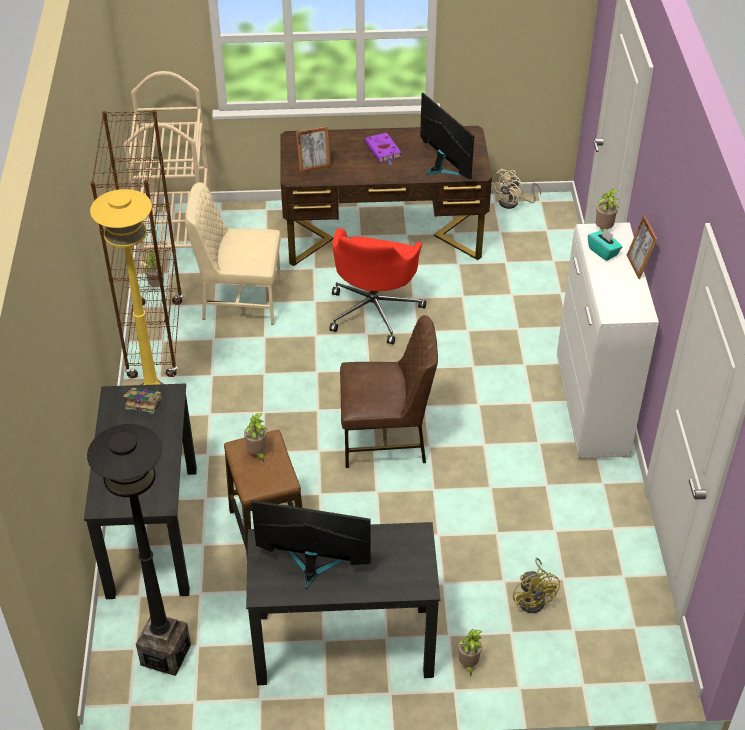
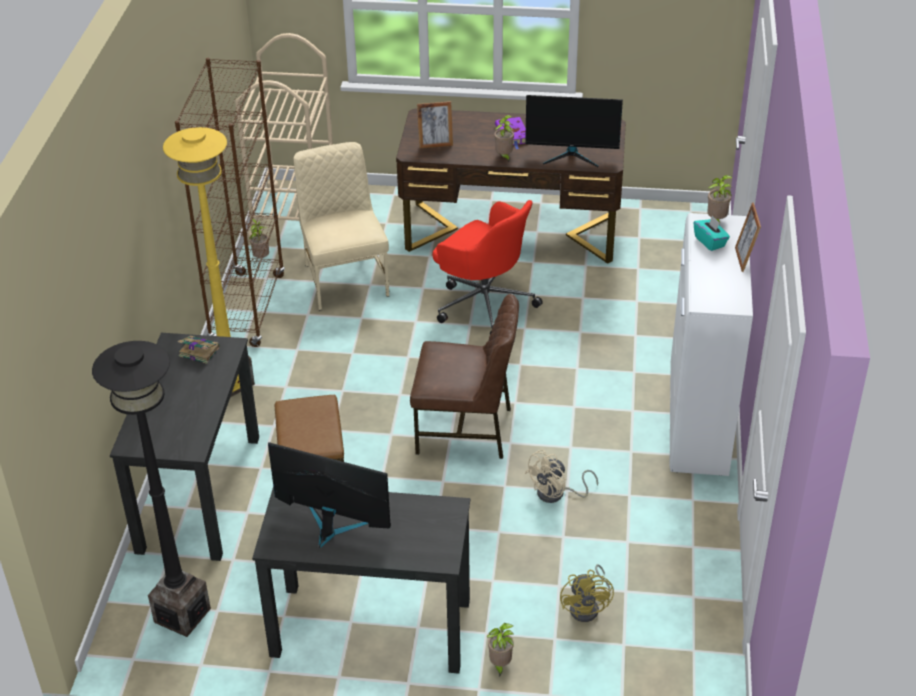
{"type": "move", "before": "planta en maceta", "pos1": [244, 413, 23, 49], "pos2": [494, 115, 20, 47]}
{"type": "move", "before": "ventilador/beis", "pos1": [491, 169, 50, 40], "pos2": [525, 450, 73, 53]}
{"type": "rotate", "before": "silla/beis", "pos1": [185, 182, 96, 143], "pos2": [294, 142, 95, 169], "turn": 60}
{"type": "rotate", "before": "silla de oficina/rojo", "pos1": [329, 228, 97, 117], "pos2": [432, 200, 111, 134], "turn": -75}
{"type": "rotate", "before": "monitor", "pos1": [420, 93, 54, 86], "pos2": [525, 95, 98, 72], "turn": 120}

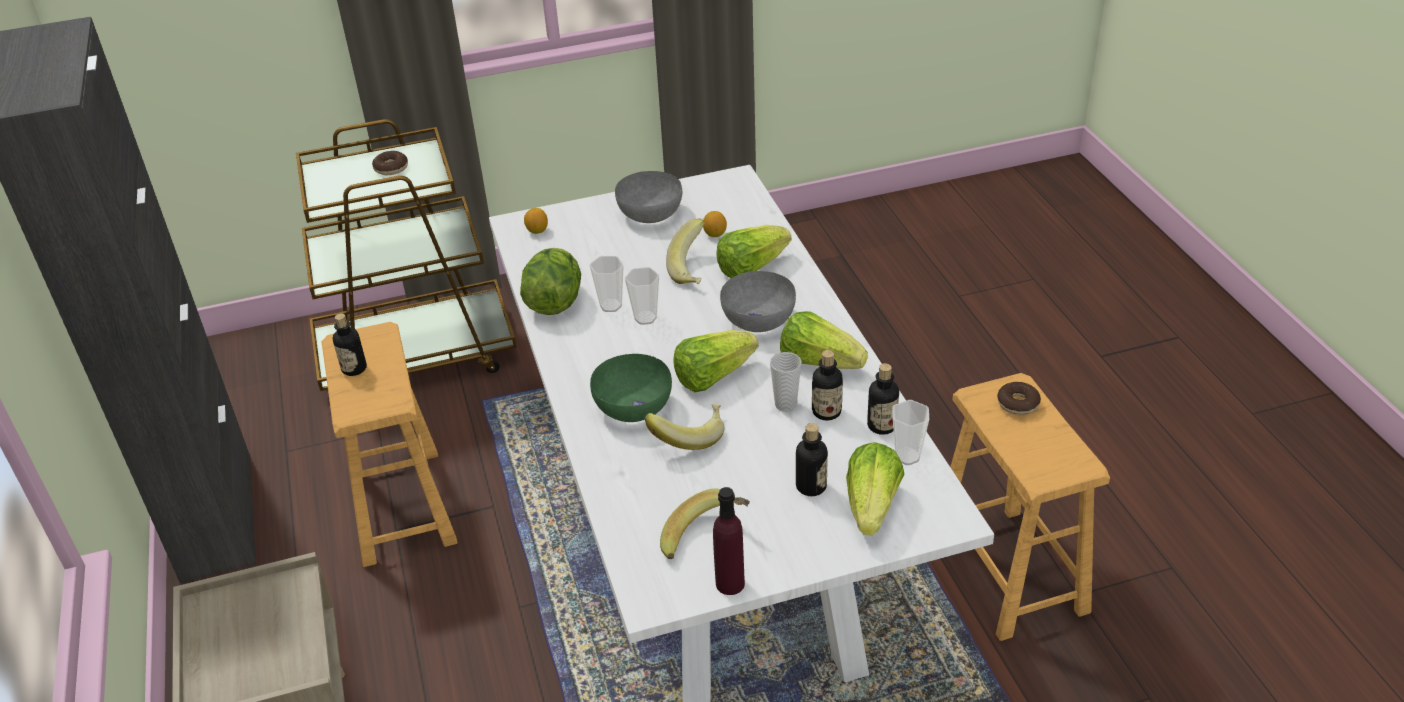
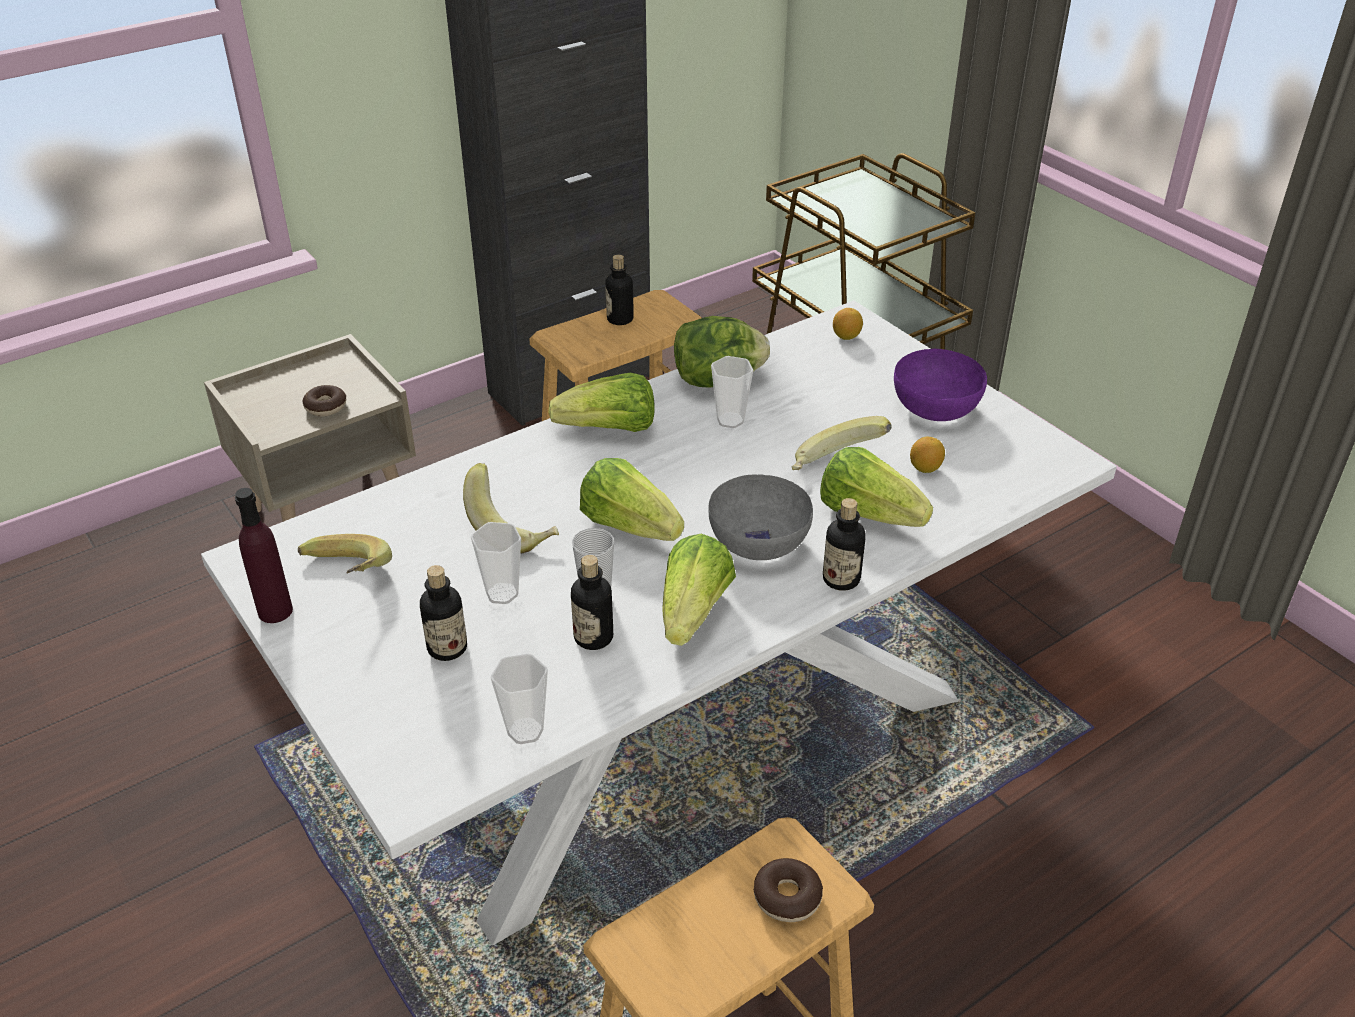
{"type": "delete", "before": "cuenco/verde", "pos1": [590, 354, 82, 68]}
{"type": "move", "before": "rosquilla", "pos1": [372, 151, 36, 24], "pos2": [302, 385, 44, 32]}
{"type": "move", "before": "taza", "pos1": [625, 267, 34, 58], "pos2": [471, 522, 50, 82]}
{"type": "move", "before": "lechuga", "pos1": [846, 442, 58, 93], "pos2": [548, 373, 107, 59]}
{"type": "move", "before": "botella", "pos1": [867, 363, 32, 72], "pos2": [823, 498, 43, 93]}
{"type": "recolor", "before": "cuenco/gris", "after": "cuenco/morado", "pos1": [615, 171, 67, 52], "pos2": [894, 349, 93, 72]}

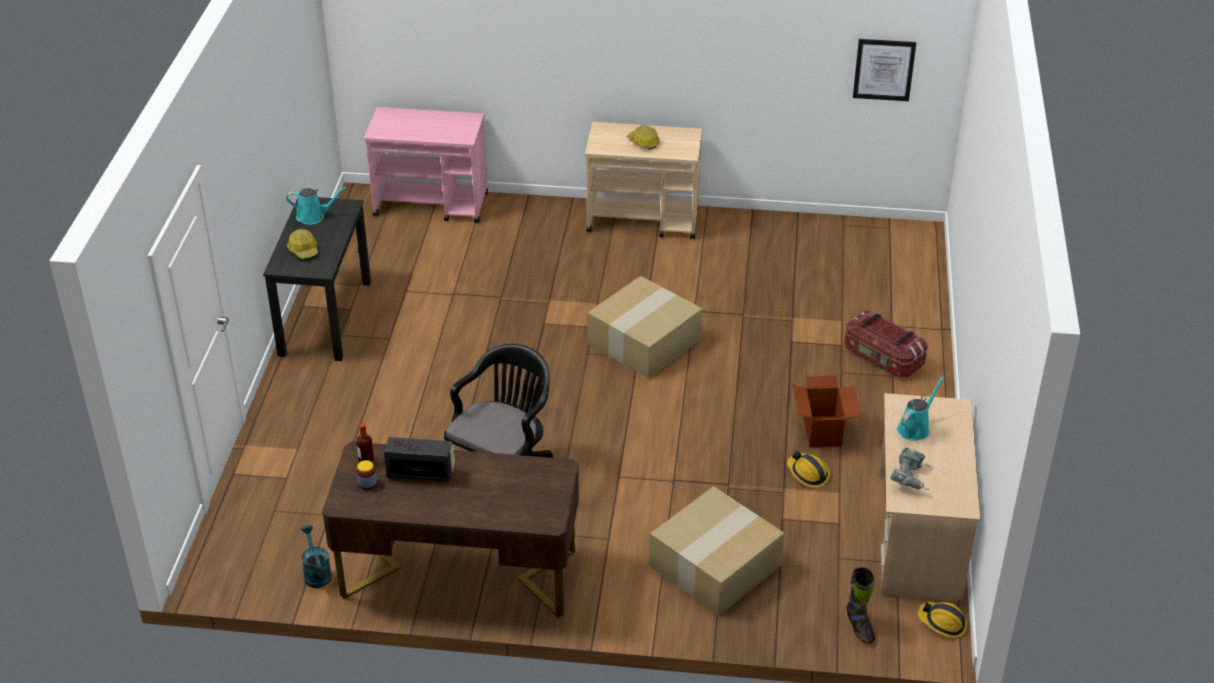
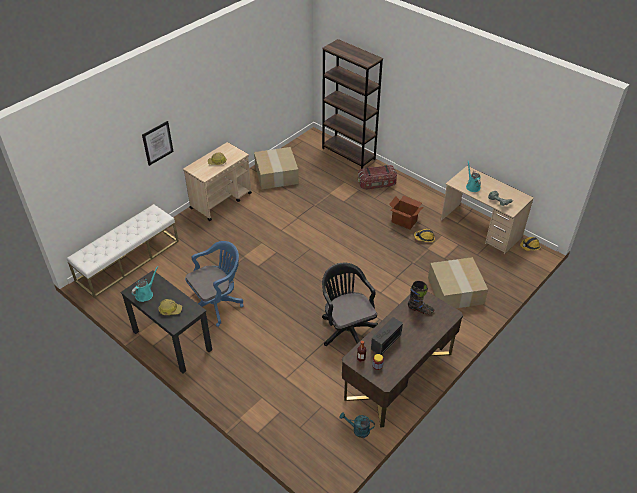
{"type": "insert", "after": "silla de oficina/azul", "pos2": [185, 241, 59, 86]}
{"type": "insert", "after": "estantería/marrón", "pos2": [322, 39, 61, 130]}
{"type": "move", "before": "caja de cartón", "pos1": [587, 276, 115, 102], "pos2": [254, 147, 45, 42]}
{"type": "move", "before": "bota/negro", "pos1": [847, 567, 28, 77], "pos2": [408, 281, 26, 33]}
{"type": "move", "before": "cuadro", "pos1": [853, 39, 63, 62], "pos2": [142, 121, 32, 45]}
{"type": "replace", "before": "carrito/rosa", "after": "banco/blanco", "pos1": [364, 107, 124, 116], "pos2": [67, 204, 112, 94]}

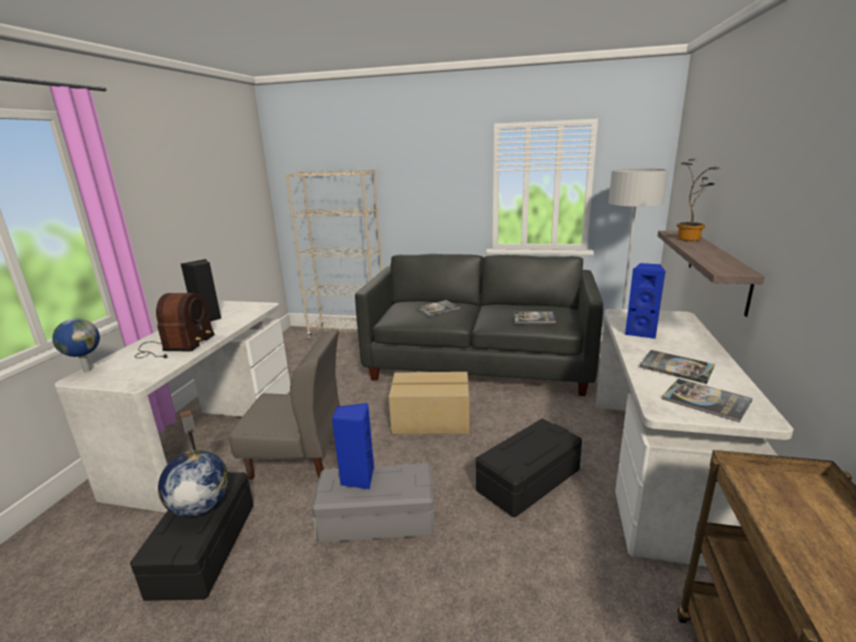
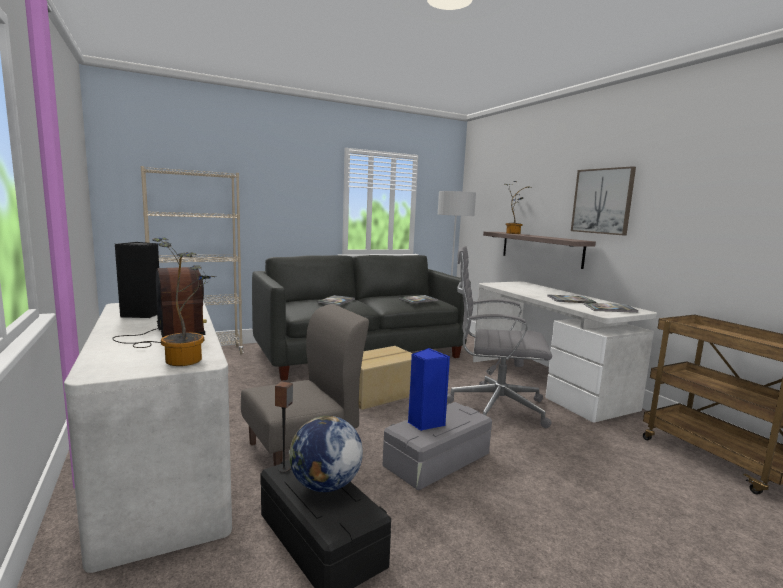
{"type": "delete", "before": "globo terráqueo", "pos1": [52, 319, 48, 53]}
{"type": "delete", "before": "altavoz/azul", "pos1": [625, 263, 41, 76]}
{"type": "insert", "after": "planta en maceta", "pos2": [152, 237, 65, 129]}
{"type": "insert", "after": "cuadro", "pos2": [571, 166, 65, 70]}
{"type": "replace", "before": "caja de almacenaje/negro", "after": "silla de oficina/gris", "pos1": [476, 418, 106, 99], "pos2": [447, 246, 105, 182]}

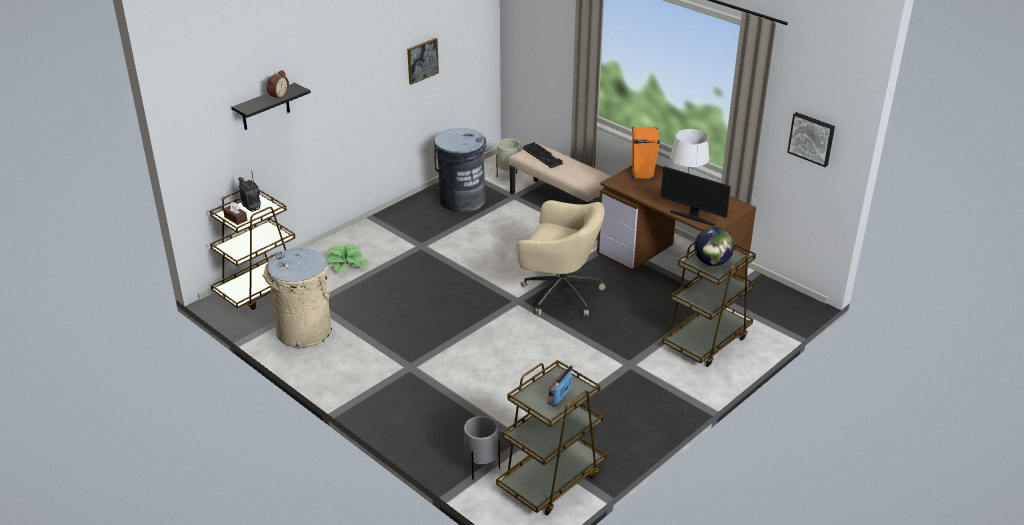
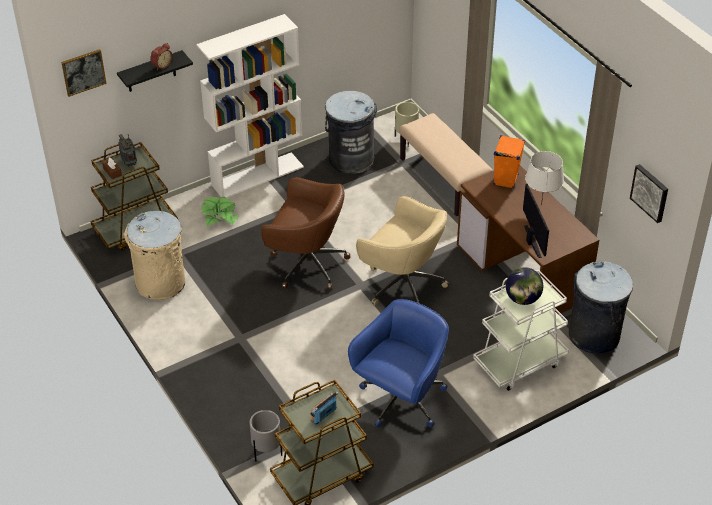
{"type": "delete", "before": "teclado", "pos1": [523, 142, 40, 26]}
{"type": "insert", "after": "estantería/blanco", "pos2": [196, 14, 108, 184]}
{"type": "insert", "after": "silla de oficina/marrón", "pos2": [261, 177, 89, 112]}
{"type": "insert", "after": "silla de oficina/azul", "pos2": [348, 299, 101, 128]}
{"type": "insert", "after": "papelera/gris", "pos2": [568, 261, 65, 93]}
{"type": "move", "before": "cuadro", "pos1": [407, 38, 32, 47], "pos2": [61, 49, 45, 48]}
{"type": "recolor", "before": "carrito/marrón", "after": "carrito/blanco", "pos1": [662, 242, 94, 125], "pos2": [473, 269, 96, 122]}
{"type": "rotate", "before": "monitor", "pos1": [661, 166, 70, 60], "pos2": [523, 184, 26, 74], "turn": -150}

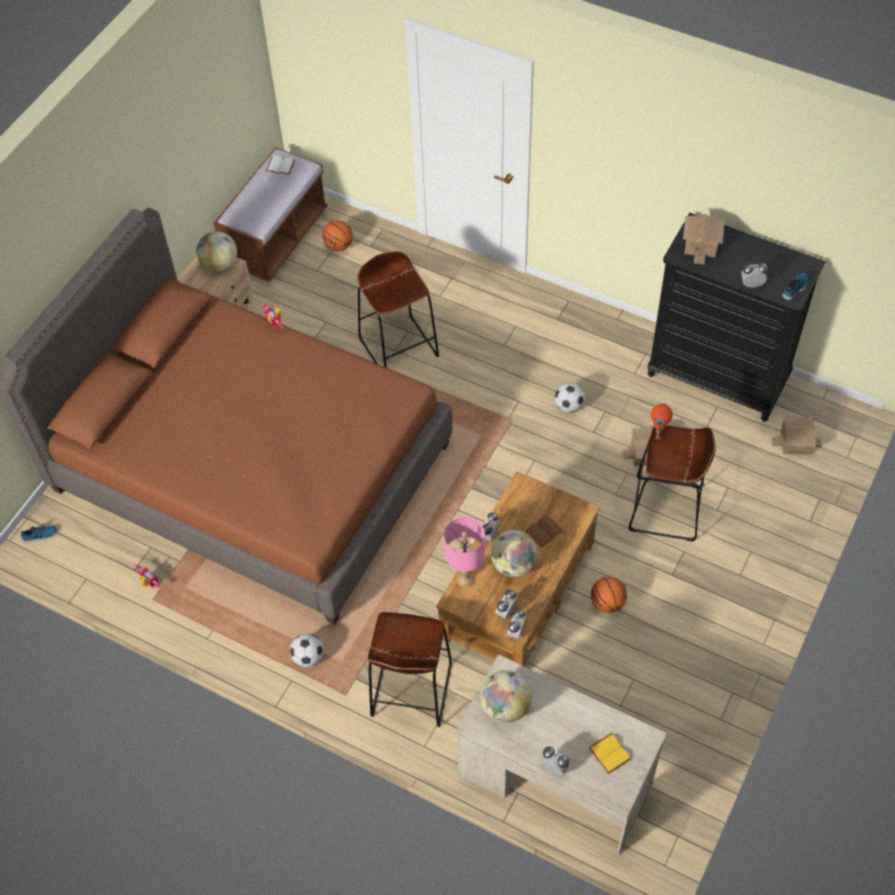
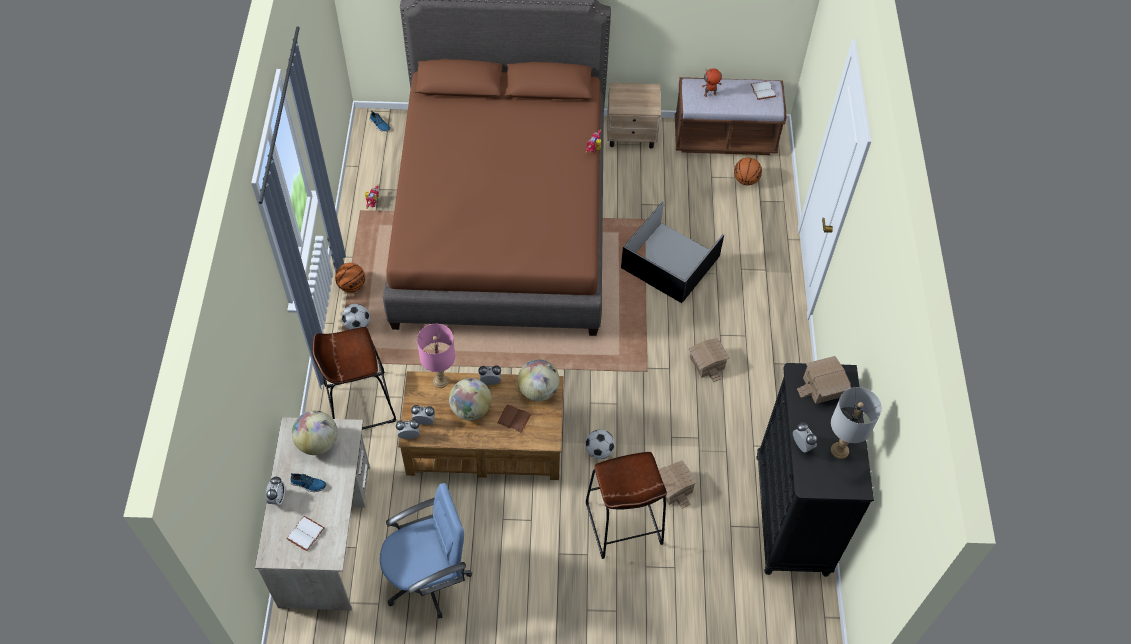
{"type": "insert", "after": "silla de oficina/azul", "pos2": [380, 483, 92, 135]}
{"type": "insert", "after": "lámpara de mesa/gris", "pos2": [831, 387, 51, 72]}
{"type": "move", "before": "globo terráqueo", "pos1": [196, 231, 41, 41], "pos2": [518, 359, 41, 42]}
{"type": "move", "before": "balón de fútbol", "pos1": [555, 383, 30, 30], "pos2": [585, 430, 30, 29]}
{"type": "move", "before": "balón de baloncesto", "pos1": [591, 577, 36, 36], "pos2": [335, 263, 30, 30]}
{"type": "move", "before": "robot de juguete", "pos1": [651, 403, 22, 36], "pos2": [702, 68, 20, 29]}
{"type": "move", "before": "casita", "pos1": [772, 416, 50, 39], "pos2": [689, 338, 41, 44]}
{"type": "move", "before": "zapato", "pos1": [782, 273, 26, 27], "pos2": [290, 473, 37, 19]}
{"type": "replace", "before": "taburete/marrón", "after": "caja de almacenaje/negro", "pos1": [357, 251, 82, 117], "pos2": [621, 201, 103, 102]}
{"type": "recolor", "before": "libro/amarillo", "after": "libro/blanco", "pos1": [589, 733, 43, 41], "pos2": [287, 516, 38, 35]}

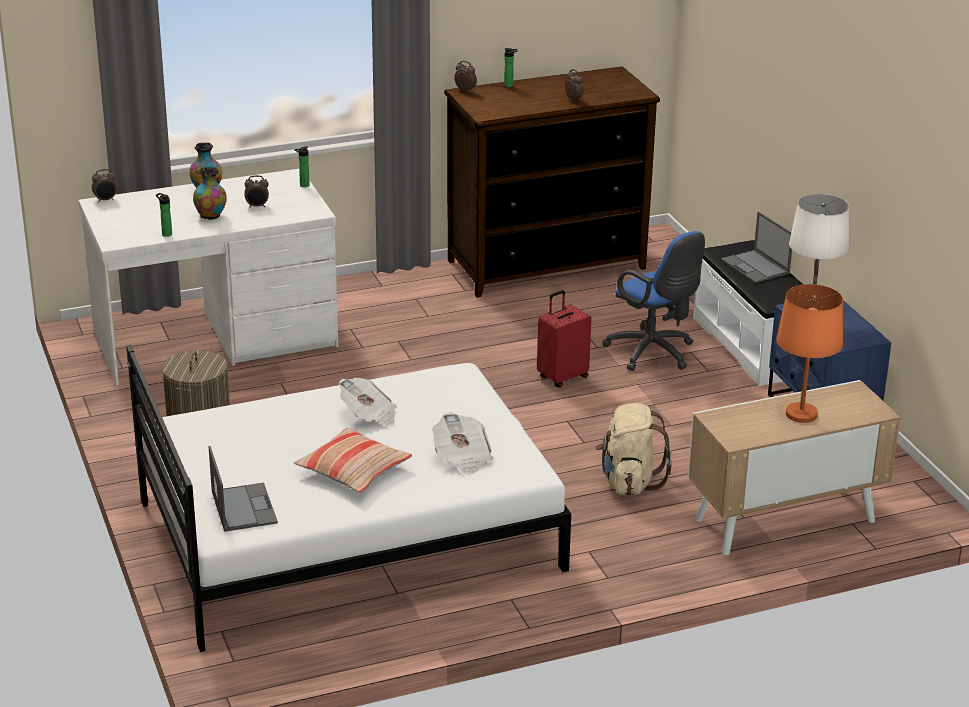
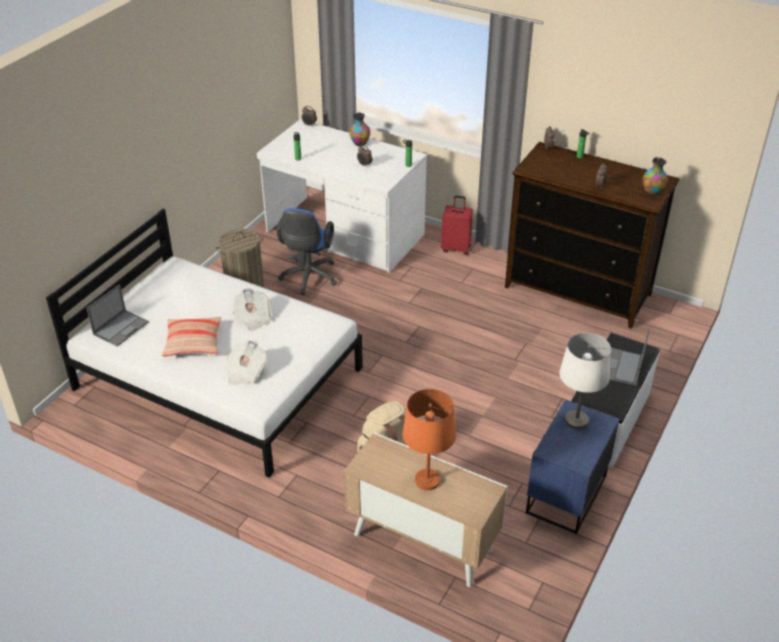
{"type": "move", "before": "florero", "pos1": [193, 167, 34, 53], "pos2": [642, 157, 26, 38]}
{"type": "move", "before": "maleta/rojo", "pos1": [537, 290, 54, 98], "pos2": [441, 196, 32, 59]}
{"type": "move", "before": "silla de oficina/azul", "pos1": [602, 231, 103, 140], "pos2": [276, 208, 61, 87]}

